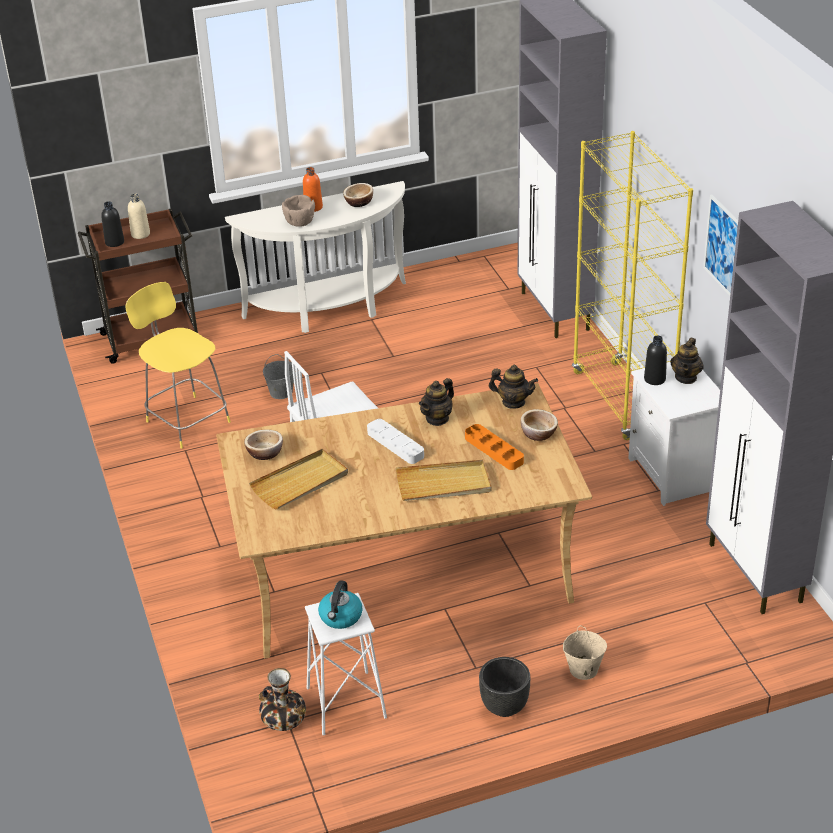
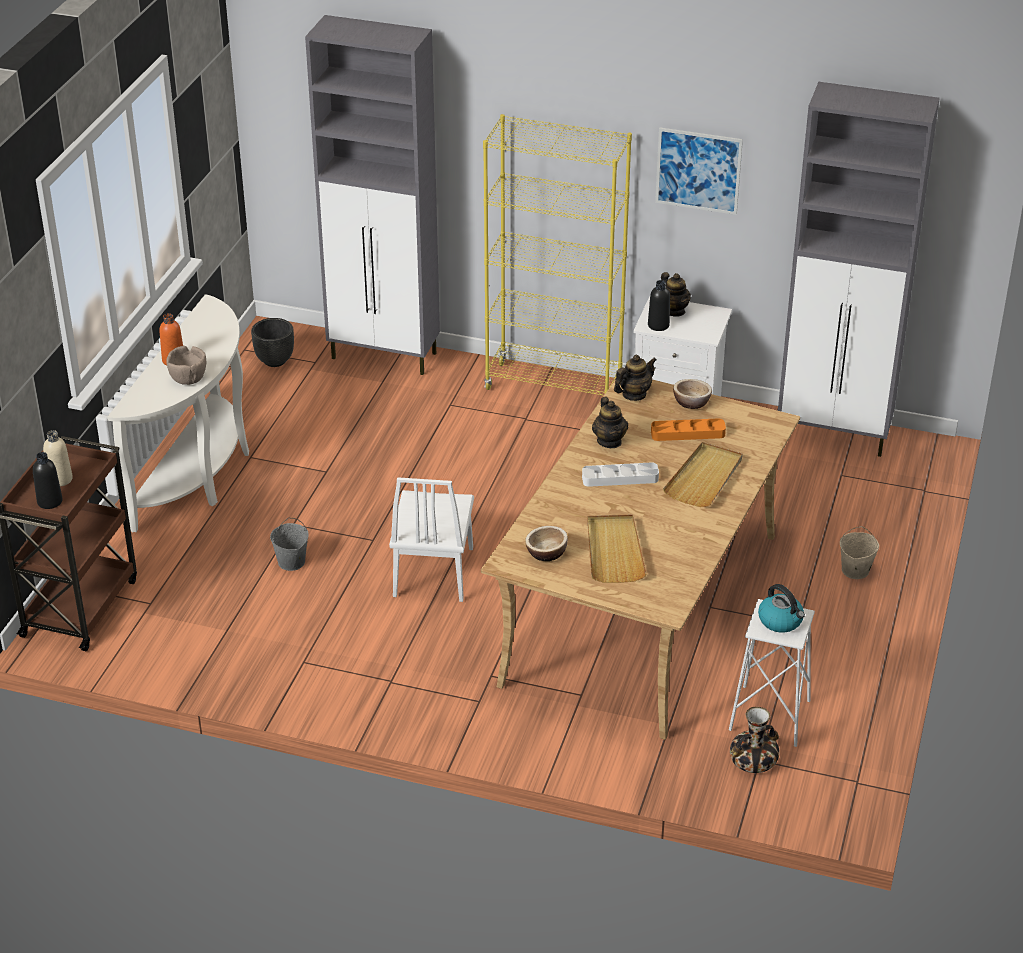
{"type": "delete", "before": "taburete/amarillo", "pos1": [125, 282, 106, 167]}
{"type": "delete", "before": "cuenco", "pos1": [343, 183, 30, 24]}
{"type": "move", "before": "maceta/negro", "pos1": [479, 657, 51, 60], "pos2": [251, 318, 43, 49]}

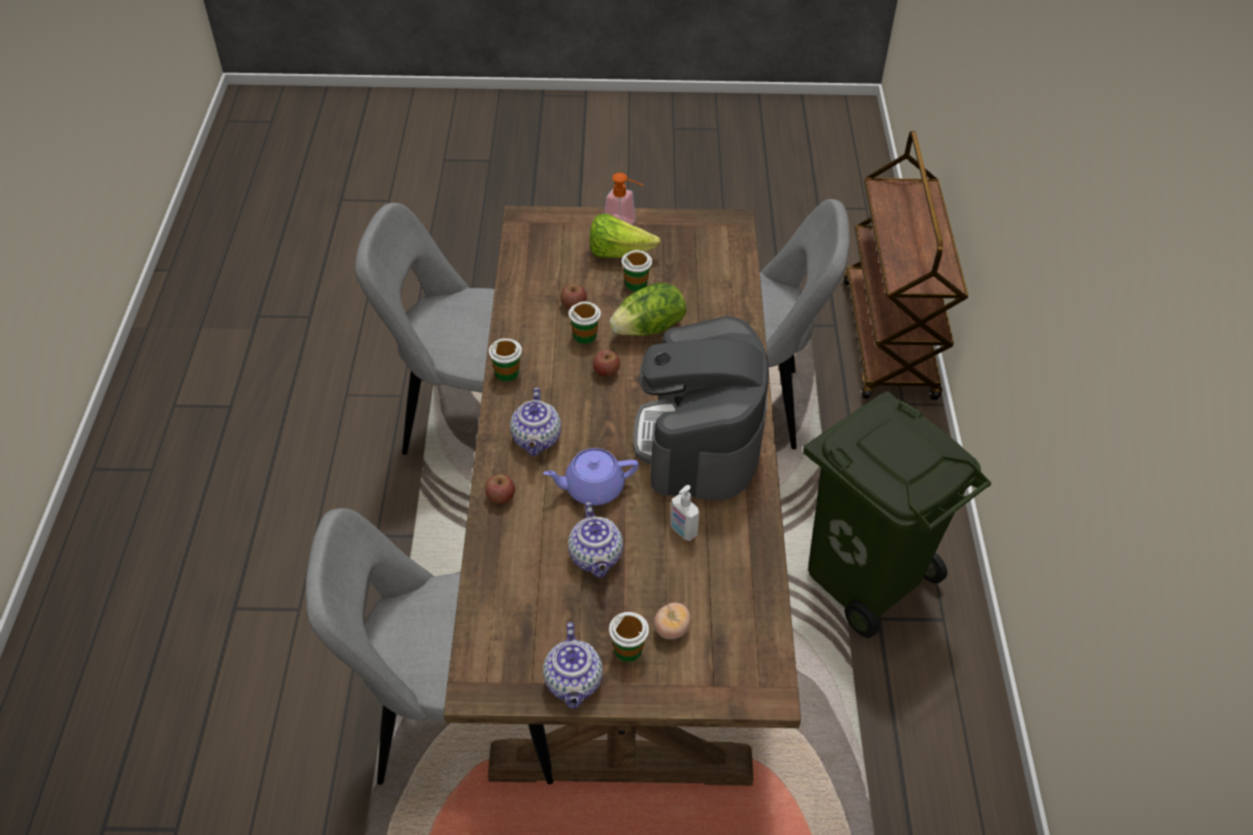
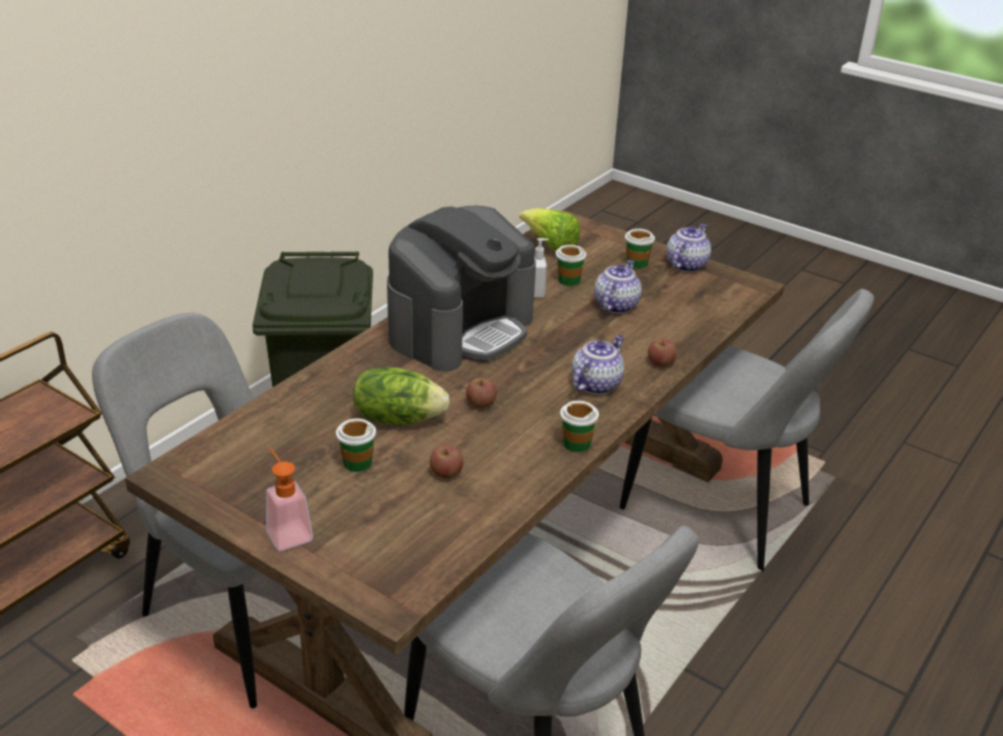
{"type": "delete", "before": "tetera/morado", "pos1": [543, 448, 96, 58]}
{"type": "delete", "before": "tomate", "pos1": [654, 603, 37, 37]}
{"type": "move", "before": "taza", "pos1": [569, 302, 32, 42], "pos2": [556, 245, 30, 41]}
{"type": "move", "before": "lechuga", "pos1": [590, 214, 71, 44], "pos2": [520, 208, 60, 44]}

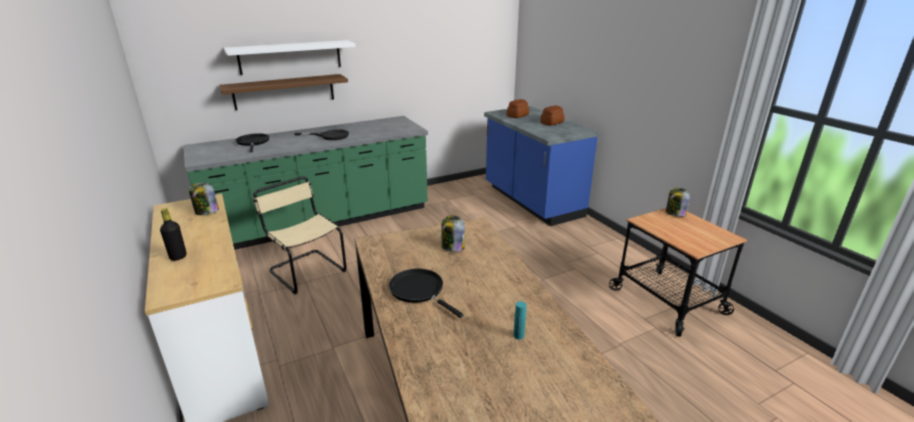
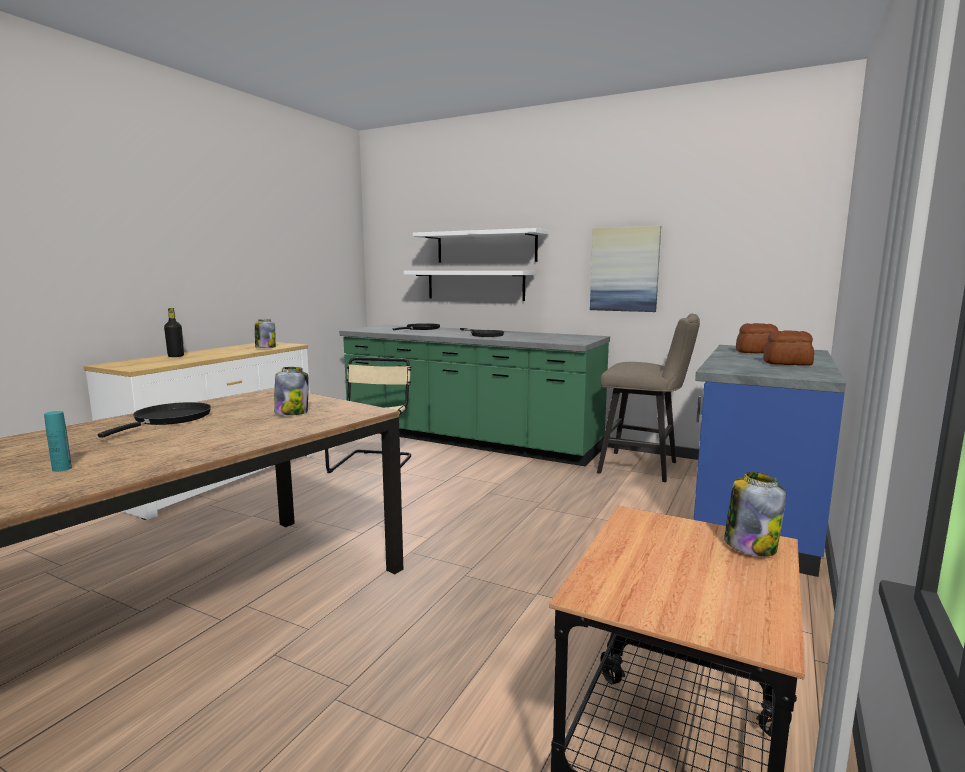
{"type": "insert", "after": "cuadro", "pos2": [590, 226, 71, 86]}
{"type": "insert", "after": "taburete/beis", "pos2": [597, 314, 103, 168]}
{"type": "recolor", "before": "estante/marrón", "after": "estante/blanco", "pos1": [219, 74, 129, 36], "pos2": [404, 271, 132, 30]}

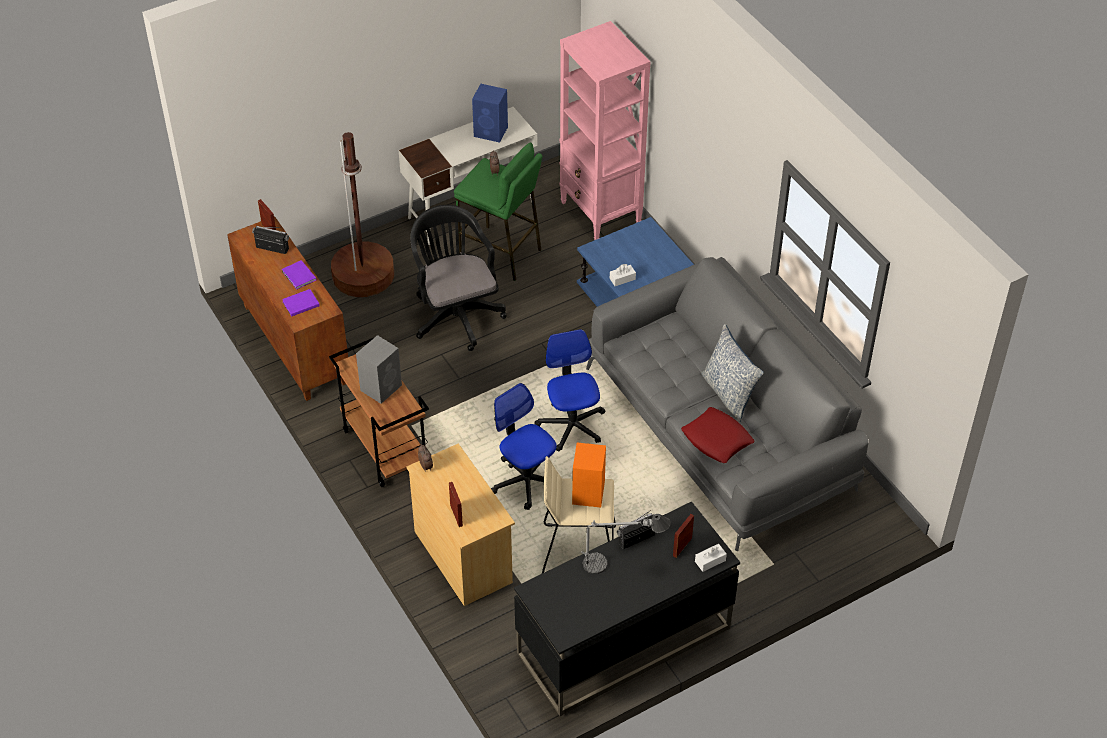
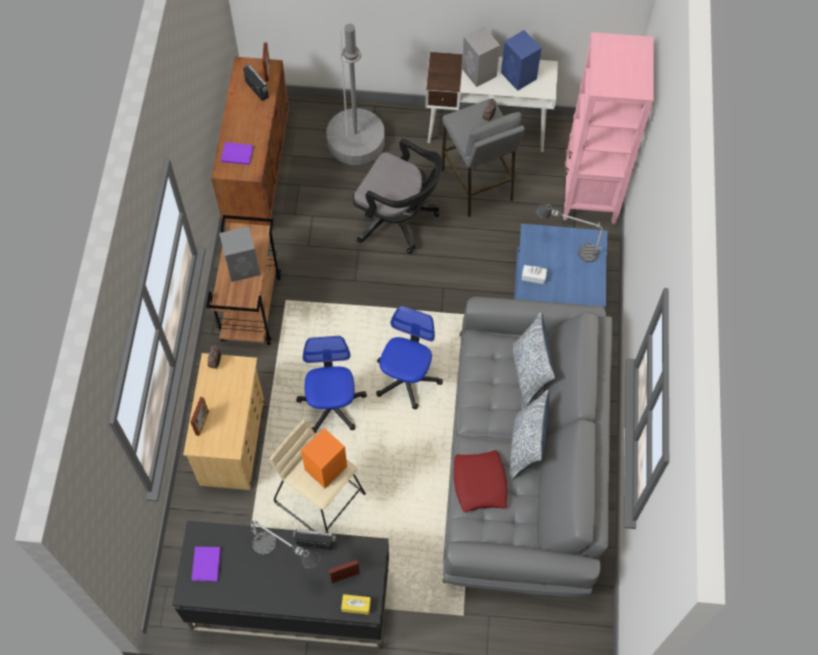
{"type": "insert", "after": "altavoz/gris", "pos2": [462, 26, 38, 61]}
{"type": "insert", "after": "cojín", "pos2": [513, 312, 42, 94]}
{"type": "insert", "after": "lámpara de mesa", "pos2": [536, 204, 67, 58]}
{"type": "move", "before": "libro/morado", "pos1": [282, 260, 34, 30], "pos2": [192, 547, 29, 34]}
{"type": "recolor", "before": "lámpara de pie/marrón", "after": "lámpara de pie/gris", "pos1": [331, 132, 63, 165], "pos2": [327, 24, 58, 141]}
{"type": "recolor", "before": "taburete/verde", "after": "taburete/gris", "pos1": [454, 143, 88, 138], "pos2": [442, 98, 83, 119]}
{"type": "recolor", "before": "caja de pañuelos/blanco", "after": "caja de pañuelos/amarillo", "pos1": [695, 544, 32, 28], "pos2": [341, 594, 30, 21]}
{"type": "rotate", "before": "silla de oficina/negro", "pos1": [410, 205, 97, 146], "pos2": [353, 139, 90, 115], "turn": 105}

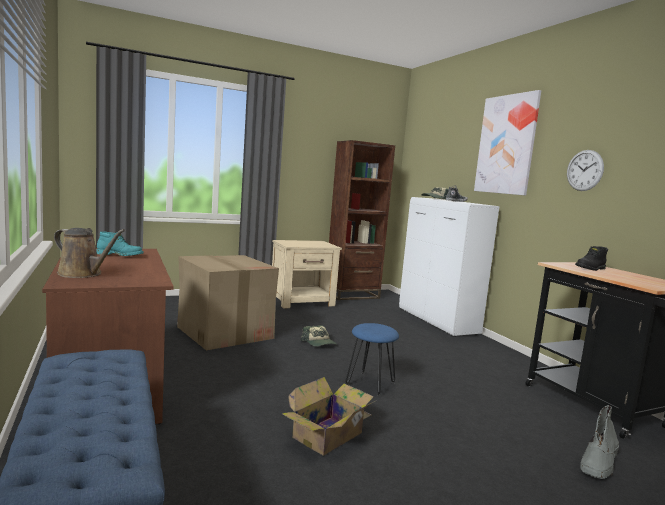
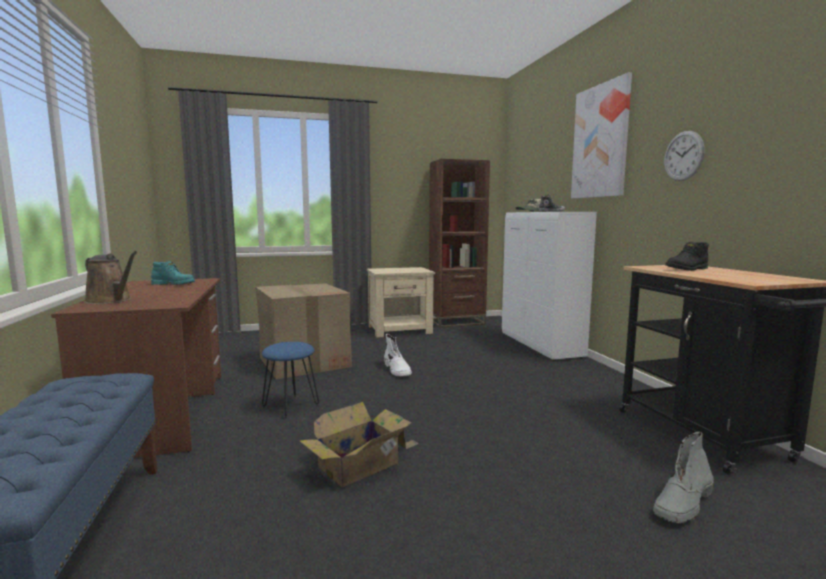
{"type": "move", "before": "taburete/azul", "pos1": [345, 323, 54, 73], "pos2": [262, 342, 57, 77]}
{"type": "replace", "before": "gorra", "after": "bota/blanco", "pos1": [301, 325, 36, 22], "pos2": [384, 334, 28, 42]}

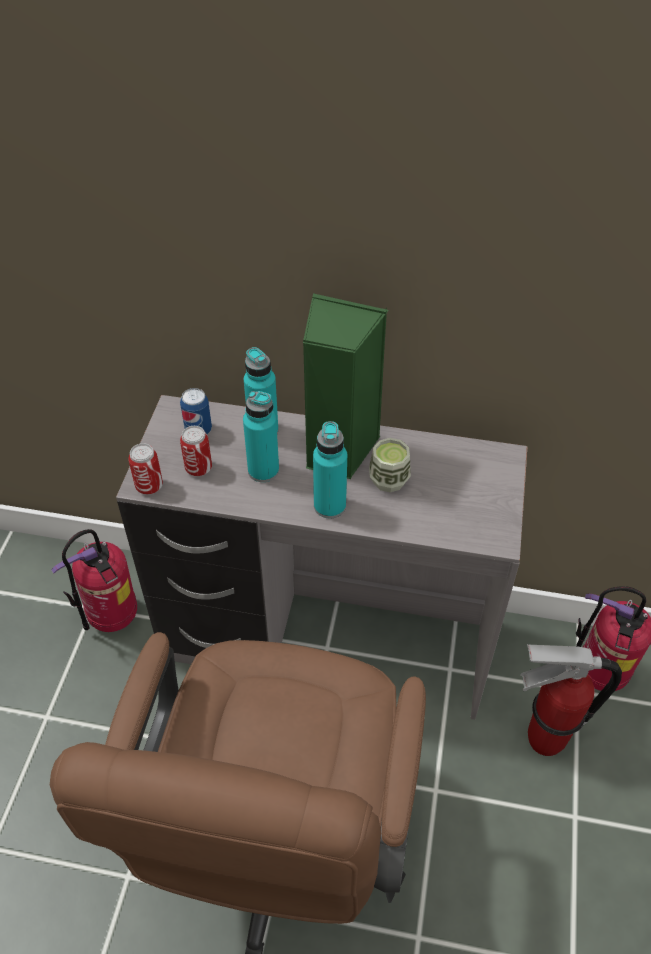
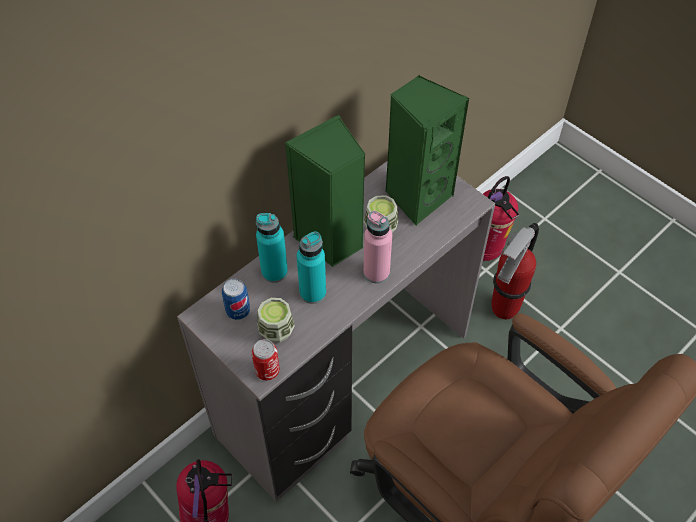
{"type": "insert", "after": "altavoz/verde", "pos2": [385, 75, 85, 151]}
{"type": "replace", "before": "lata", "after": "taza", "pos1": [180, 426, 32, 50], "pos2": [257, 298, 38, 45]}
{"type": "recolor", "before": "botella/turquesa", "after": "botella/rosa", "pos1": [313, 421, 34, 97], "pos2": [363, 211, 29, 73]}

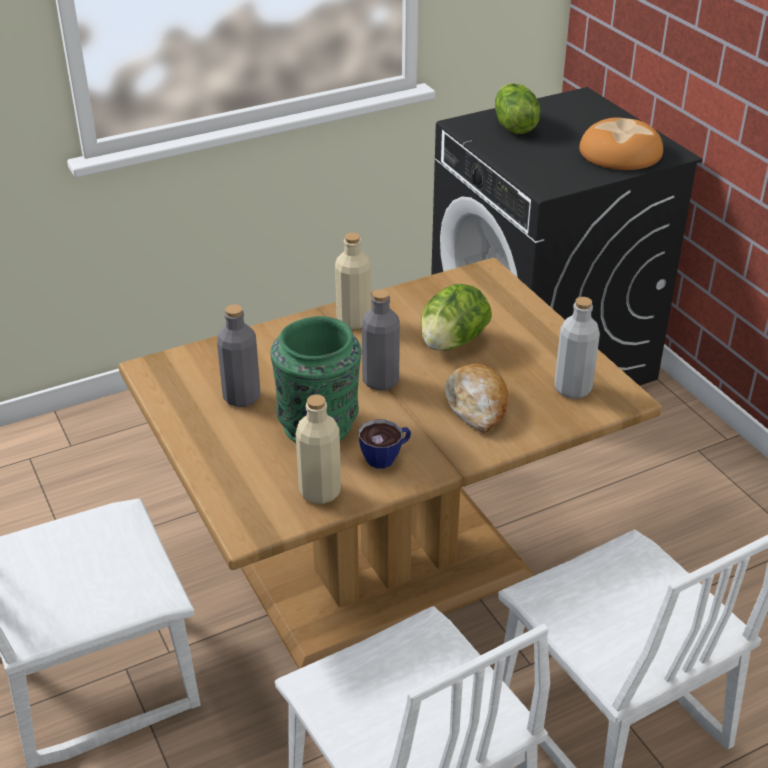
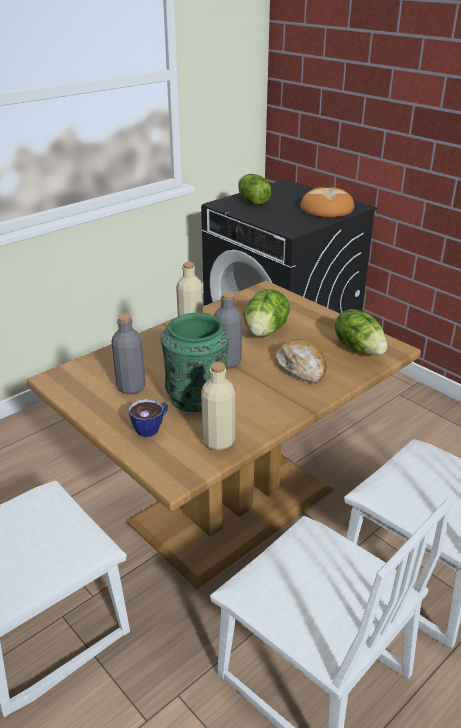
{"type": "move", "before": "taza", "pos1": [359, 420, 52, 48], "pos2": [128, 399, 40, 38]}
{"type": "replace", "before": "botella/gris", "after": "lechuga", "pos1": [554, 297, 46, 102], "pos2": [335, 309, 52, 46]}

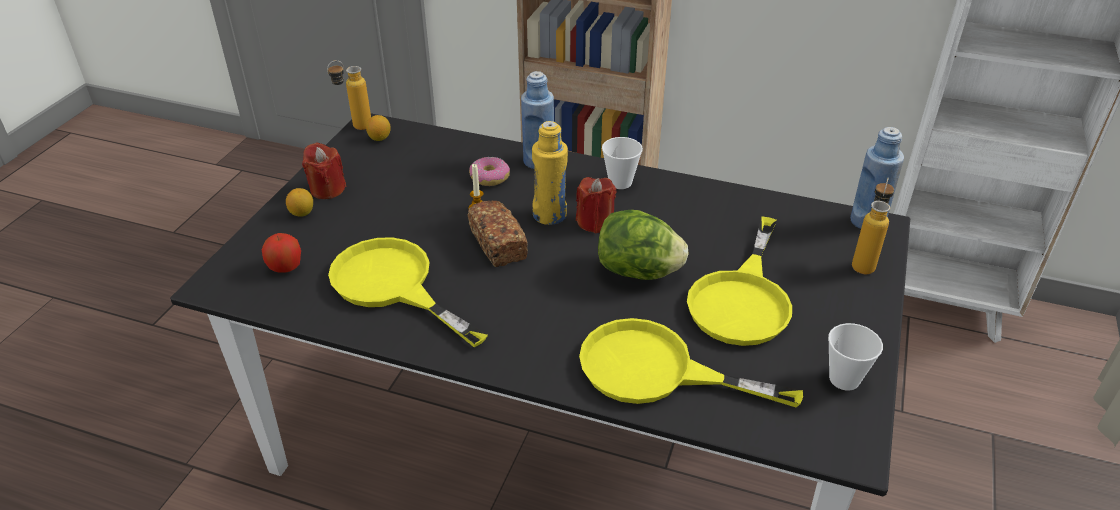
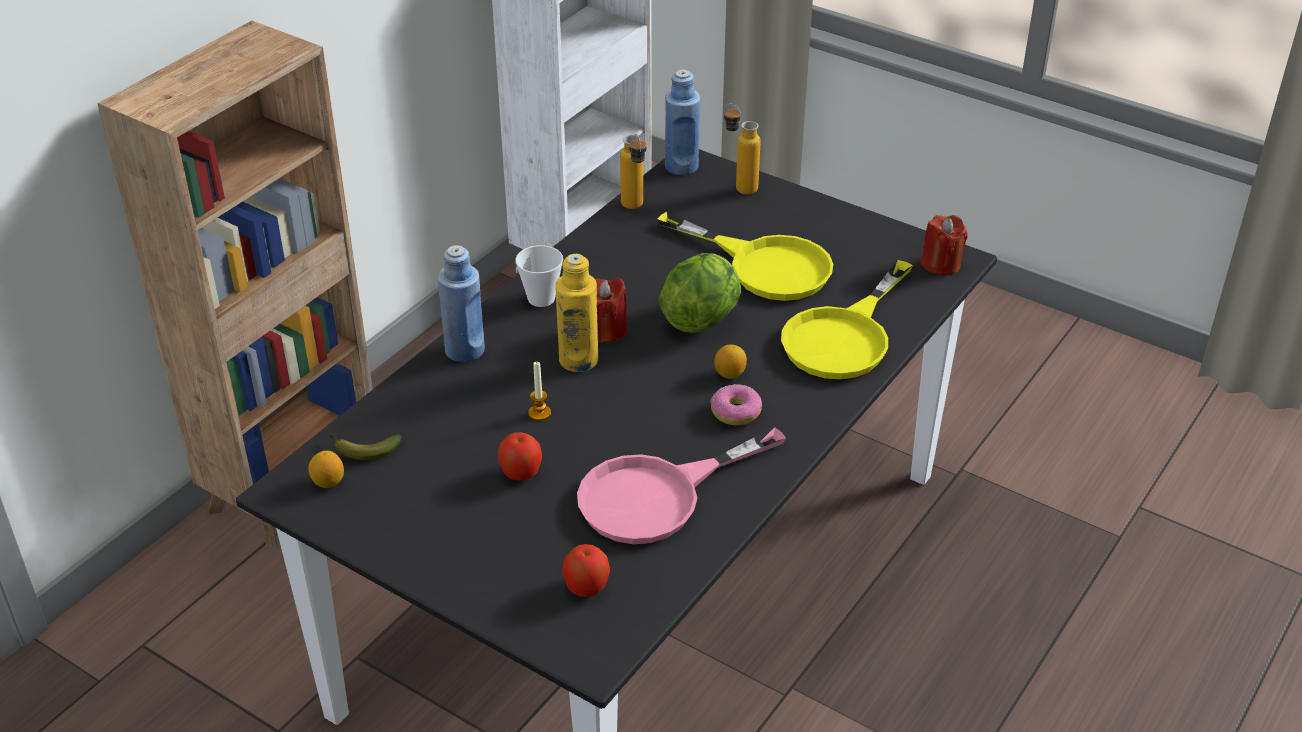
{"type": "delete", "before": "pan", "pos1": [468, 200, 60, 67]}
{"type": "delete", "before": "taza", "pos1": [828, 323, 55, 68]}
{"type": "insert", "after": "plátano", "pos2": [330, 432, 72, 28]}
{"type": "insert", "after": "manzana", "pos2": [498, 432, 44, 49]}
{"type": "move", "before": "limón", "pos1": [286, 188, 27, 29], "pos2": [714, 345, 33, 34]}
{"type": "move", "before": "vela/rojo", "pos1": [302, 142, 44, 57], "pos2": [921, 215, 46, 61]}
{"type": "move", "before": "botella", "pos1": [327, 60, 44, 70], "pos2": [620, 134, 26, 75]}
{"type": "move", "before": "rosquilla", "pos1": [469, 157, 41, 29], "pos2": [710, 384, 52, 41]}
{"type": "recolor", "before": "sartén/amarillo", "after": "sartén/rosa", "pos1": [328, 237, 160, 110], "pos2": [577, 427, 209, 117]}

